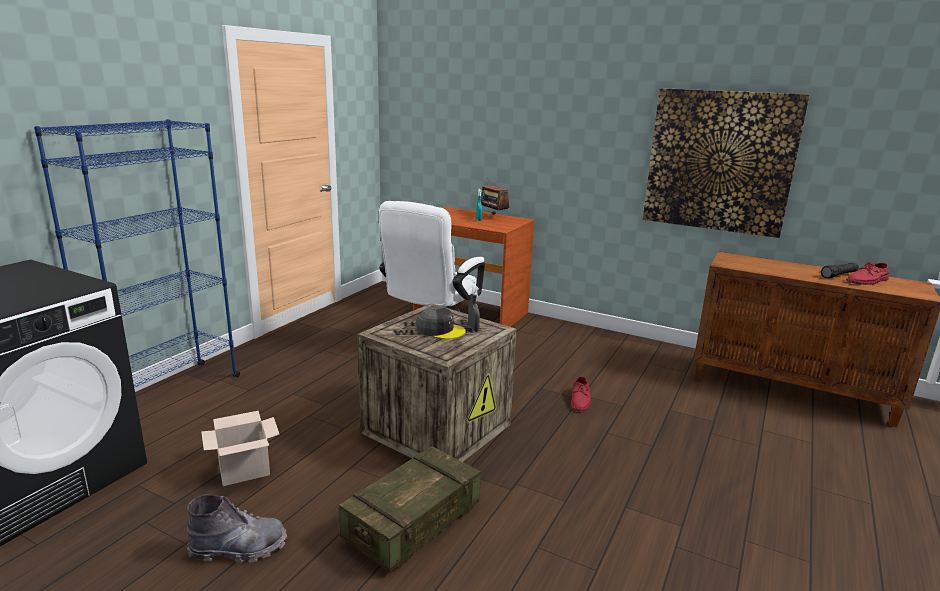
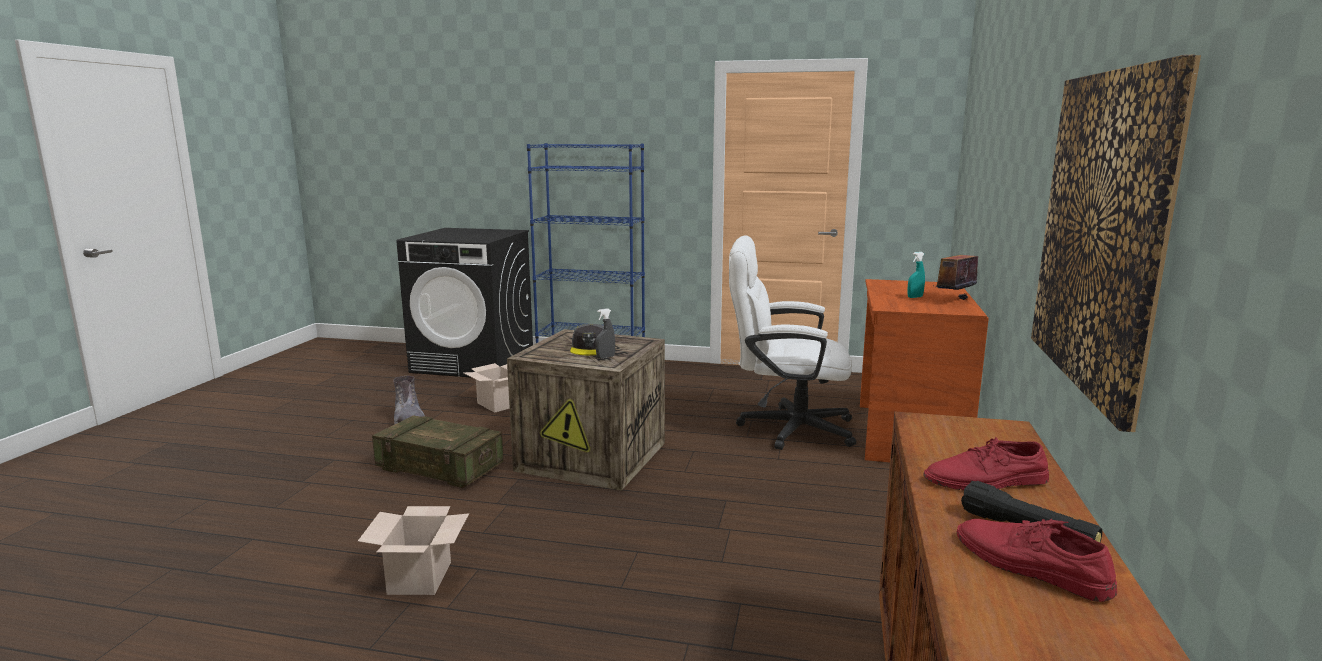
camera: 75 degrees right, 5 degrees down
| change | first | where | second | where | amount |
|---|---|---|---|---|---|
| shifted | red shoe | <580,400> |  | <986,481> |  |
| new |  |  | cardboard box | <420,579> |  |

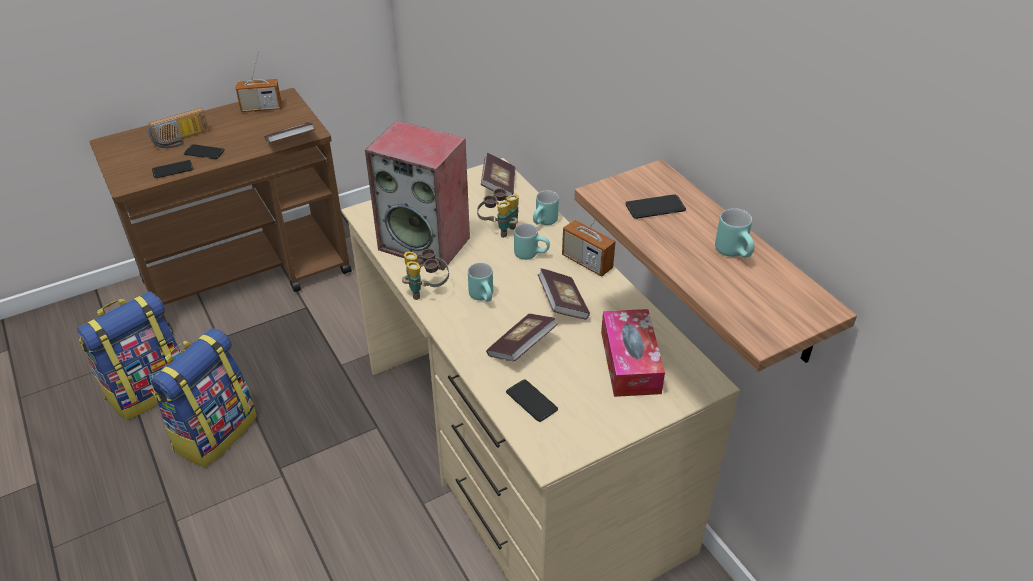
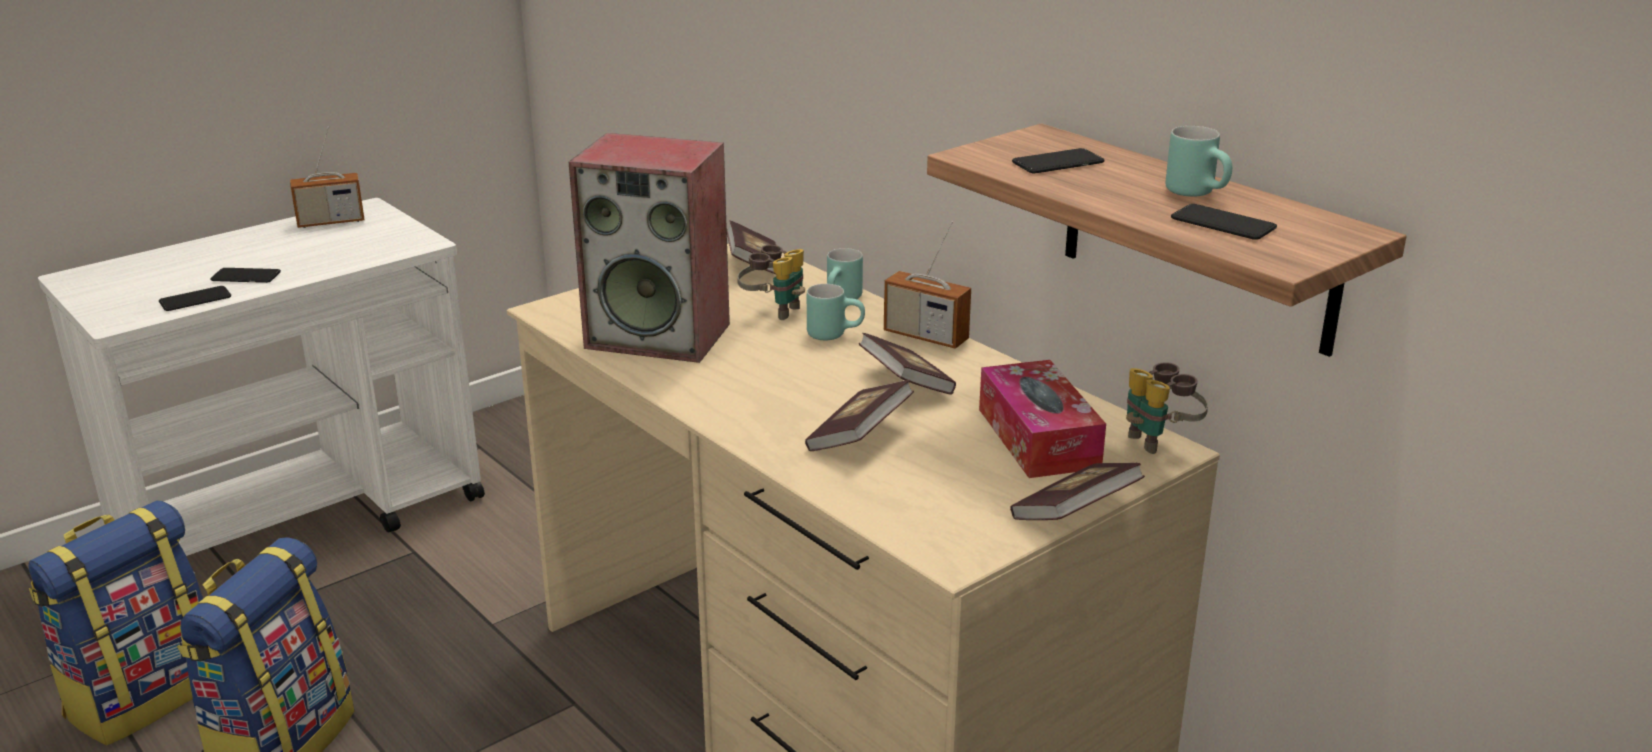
camera: 10 degrees left, 15 degrees down
| change | first | where | second | where | amount |
|---|---|---|---|---|---|
| repainted | brown cart | <249,276> | white cart | <303,520> |  |
| gone | radio | <182,140> |  |  |  |
| shifted | book | <291,142> |  | <1074,514> |  |
| shifted | binoculars | <426,290> |  | <1159,440> |  |
| gone | turquoise mug | <484,297> |  |  |  |
| shifted | phone | <531,401> |  | <1223,224> |  |

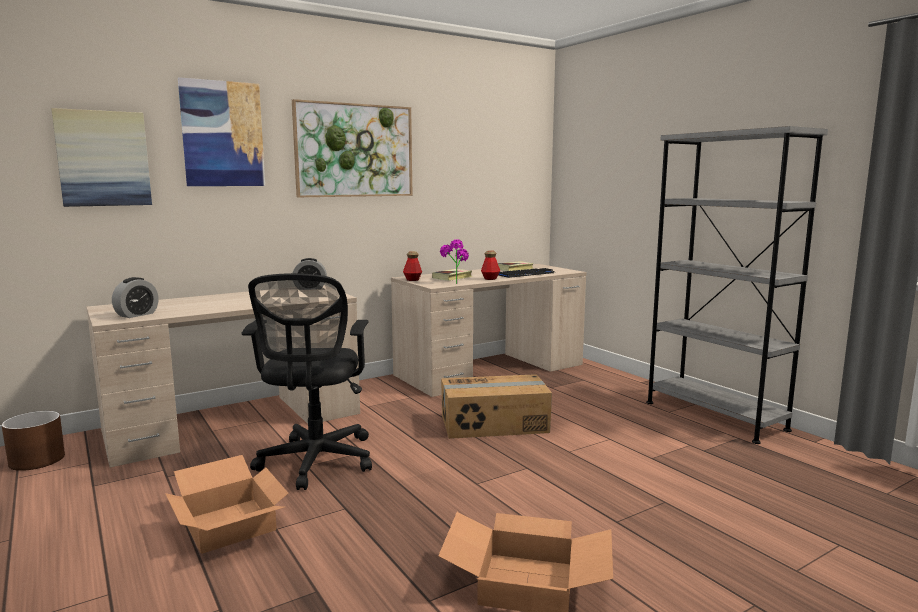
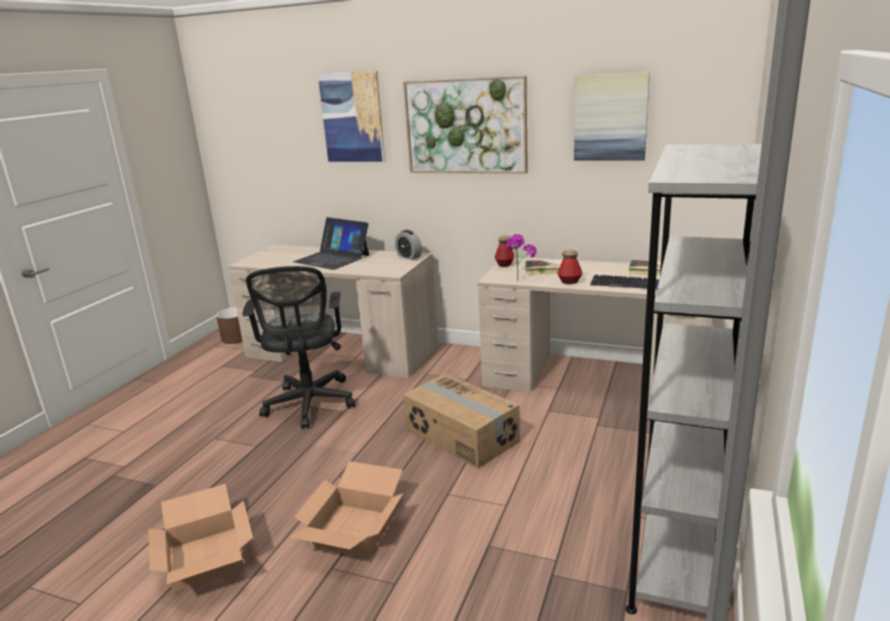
camera: 55 degrees right, 10 degrees up
| change | first | where | second | where | amount |
|---|---|---|---|---|---|
| shifted | picture | <103,159> |  | <610,117> |  |
| gone | alarm clock | <137,315> |  |  |  |
| shifted | cardboard box | <231,524> |  | <353,530> |  |
| rotated | black office chair | <315,463> |  | <309,405> | 60 degrees counterclockwise |
| new |  |  | laptop | <332,258> |  |

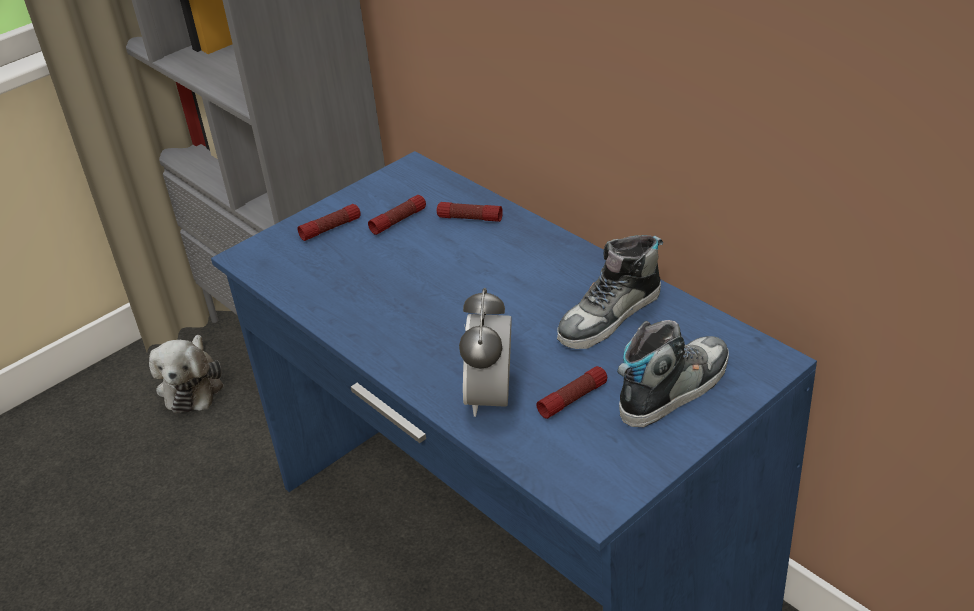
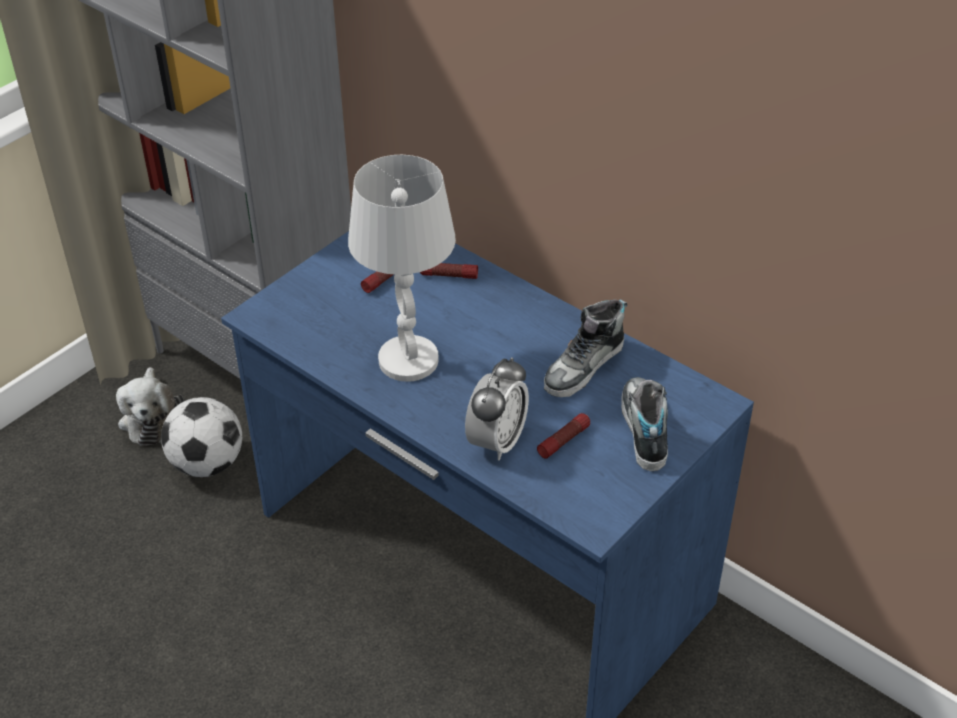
camera: 10 degrees left, 5 degrees up
| change | first | where | second | where | amount |
|---|---|---|---|---|---|
| gone | flashlight | <330,228> |  |  |  |
| rotated | alarm clock | <491,397> |  | <497,441> | 150 degrees counterclockwise |
| rotated | shoe | <674,388> |  | <644,429> | 45 degrees counterclockwise |
| new |  |  | football | <207,464> |  |
| new |  |  | white table lamp | <409,360> |  |

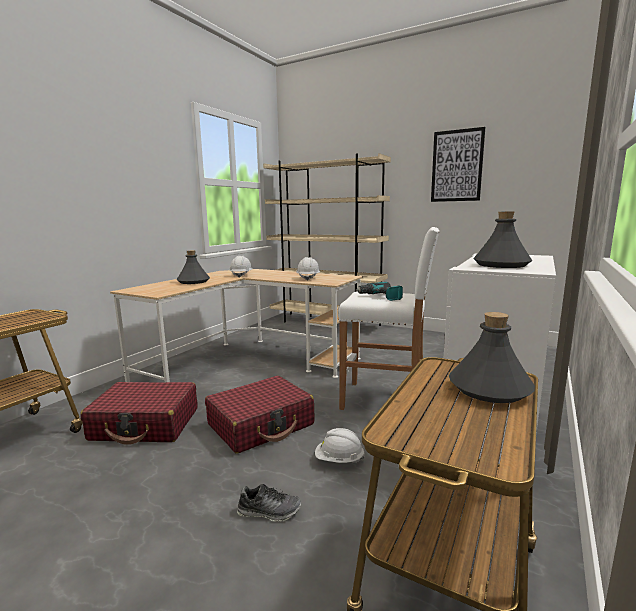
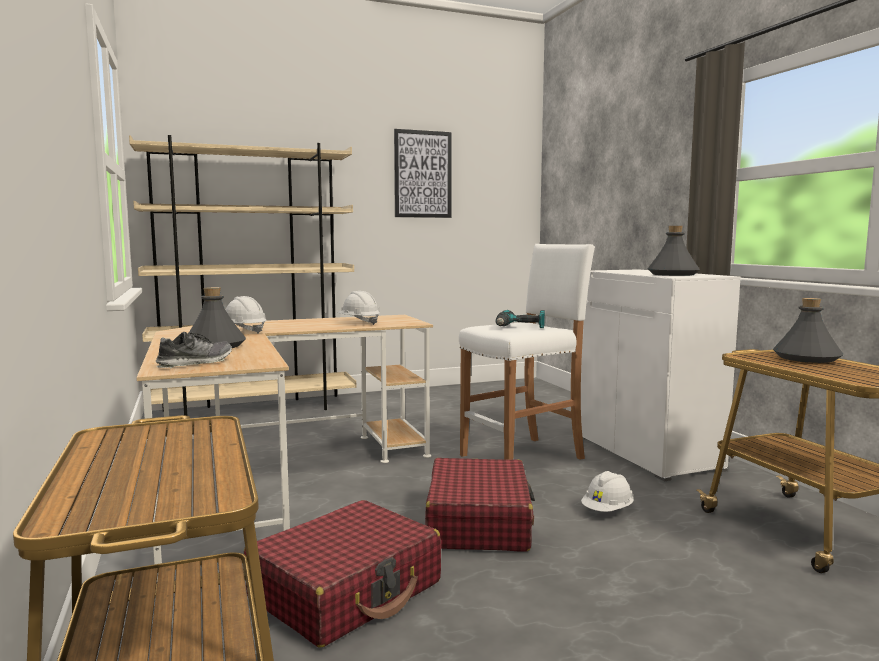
camera: 50 degrees left, 5 degrees down
| change | first | where | second | where | amount |
|---|---|---|---|---|---|
| shifted | shoe | <269,511> |  | <195,363> |  |

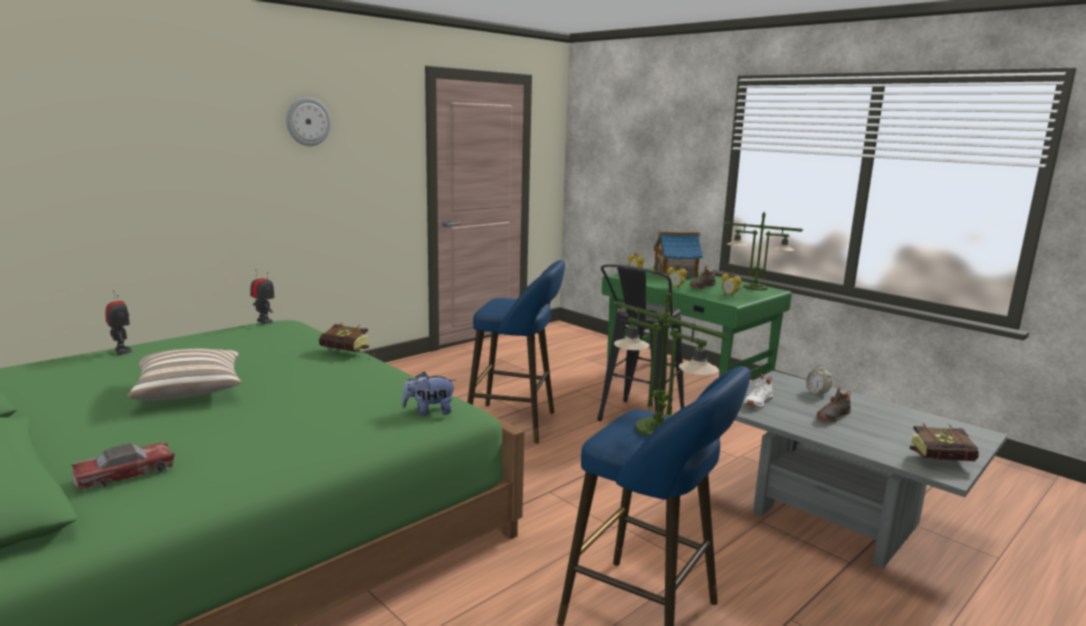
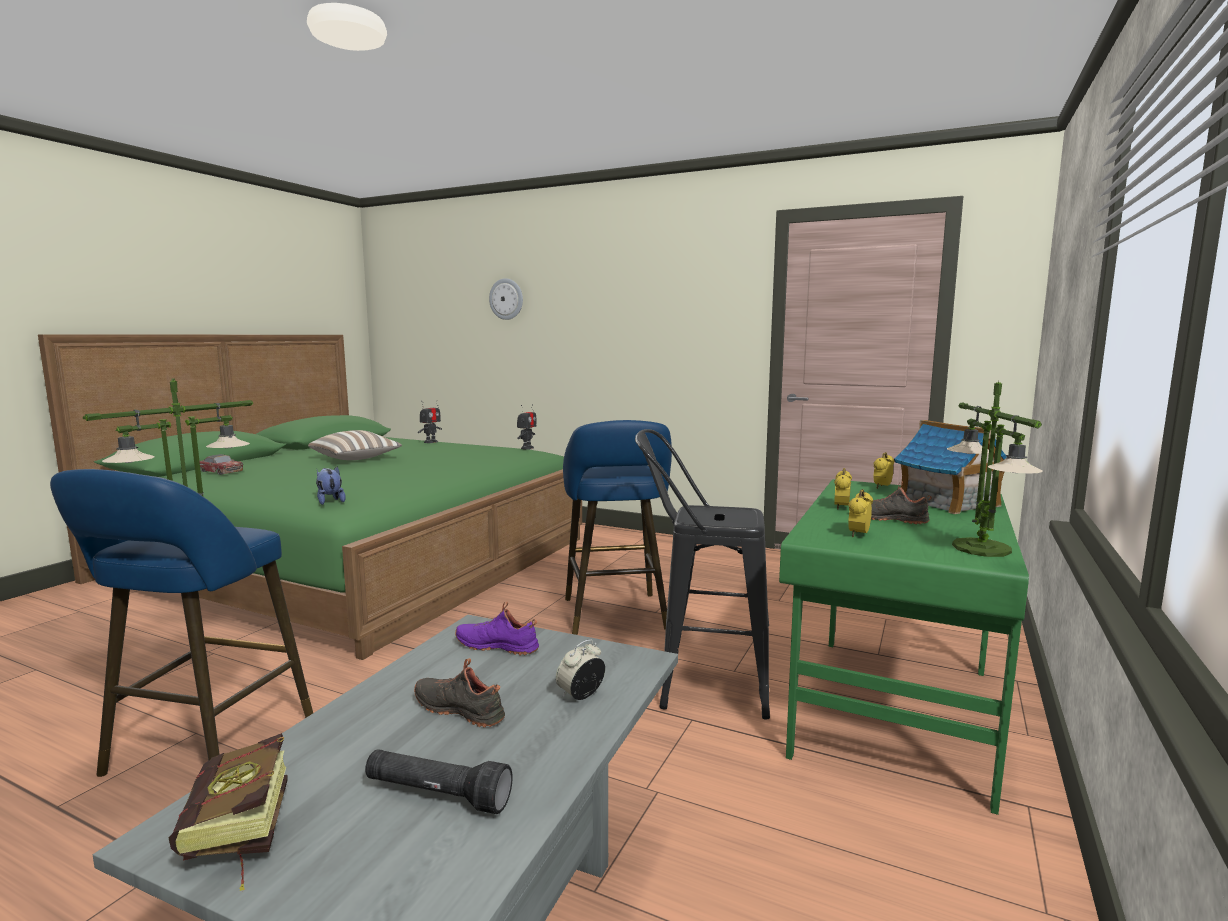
camera: 70 degrees right, 5 degrees down
| change | first | where | second | where | amount |
|---|---|---|---|---|---|
| shifted | wall clock | <308,121> |  | <506,299> |  |
| gone | book | <349,353> |  |  |  |
| repainted | white shoe | <757,402> | purple shoe | <498,645> |  |
| new |  |  | black flashlight | <437,795> |  |

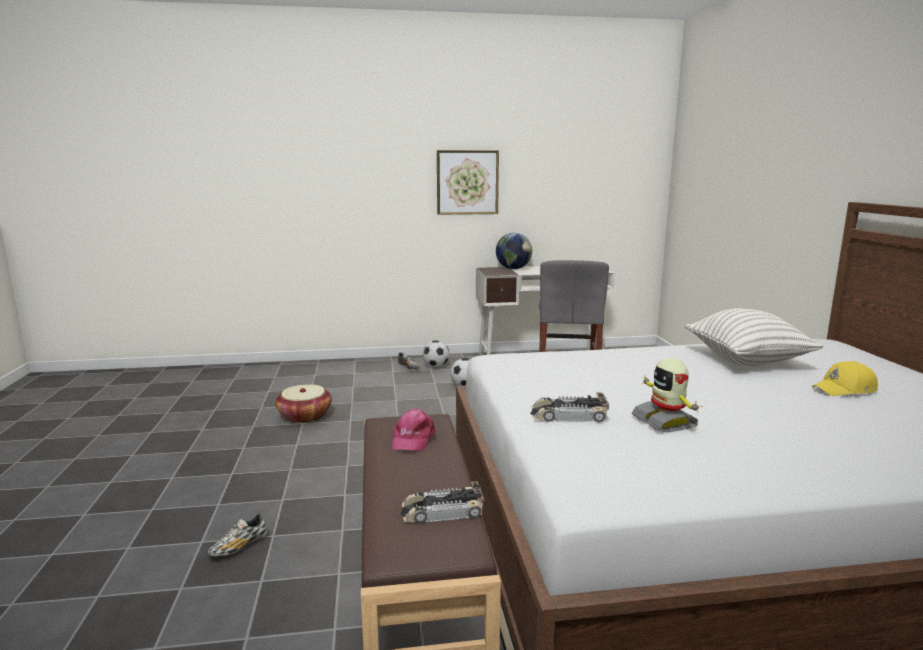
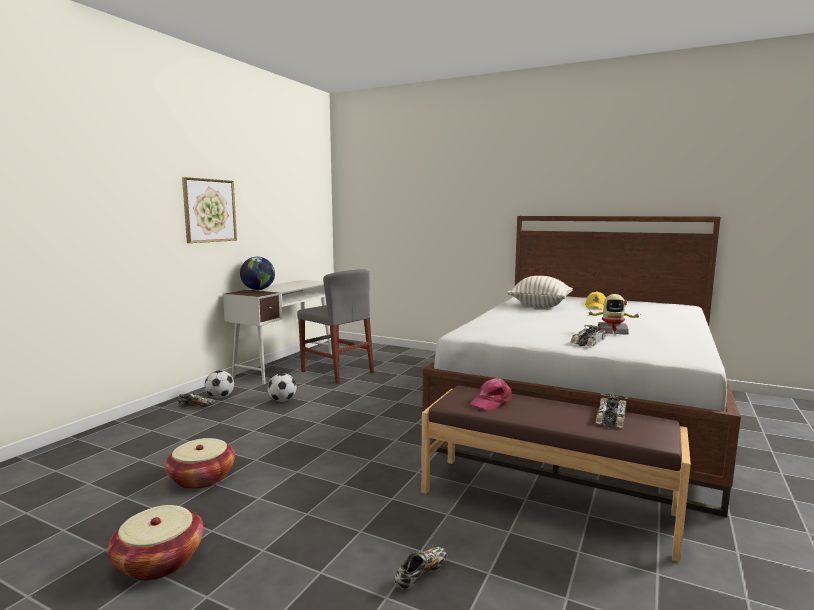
camera: 55 degrees left, 5 degrees down
| change | first | where | second | where | amount |
|---|---|---|---|---|---|
| rotated | shoe | <239,547> |  | <421,574> | 120 degrees counterclockwise |
| rotated | pink cap | <412,438> |  | <491,401> | 90 degrees clockwise |
| new |  |  | basket | <159,561> |  |

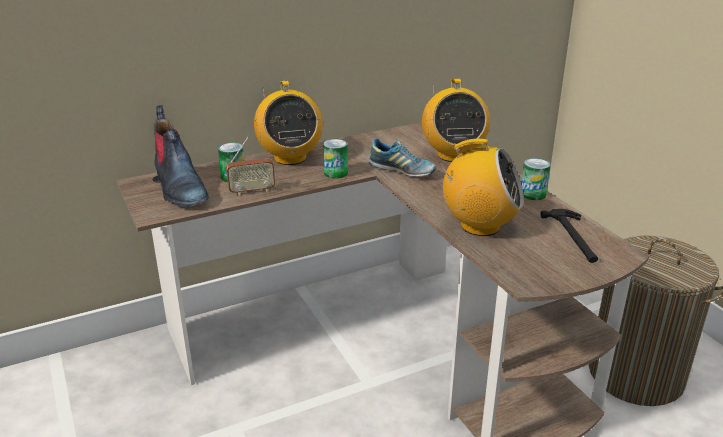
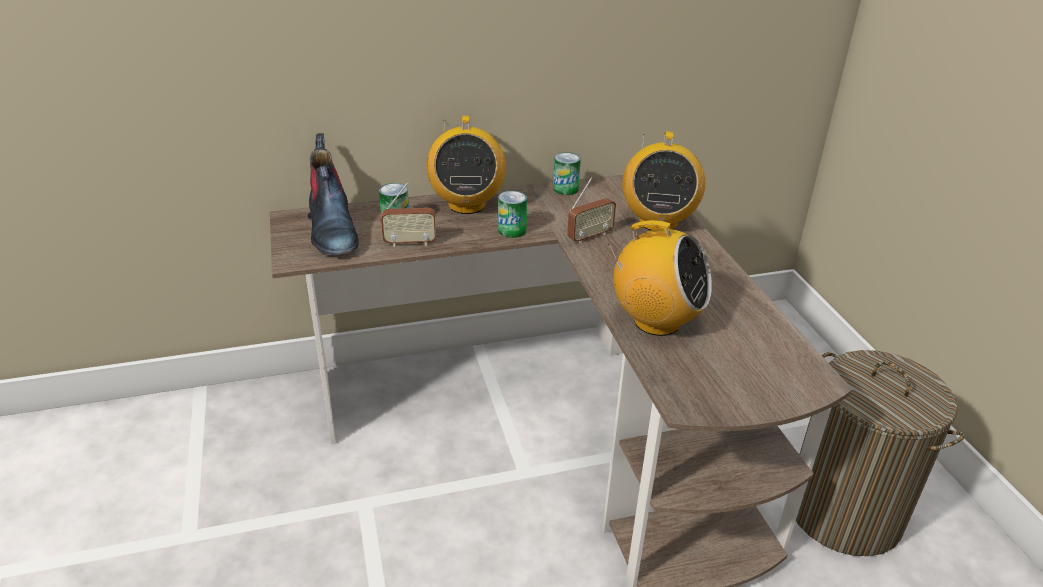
camera: 10 degrees right, 5 degrees up
| change | first | where | second | where | amount |
|---|---|---|---|---|---|
| swapped | shoe | <402,171> | radio | <589,236> |  |
| shifted | can | <533,194> |  | <565,189> |  |
| gone | hammer | <574,237> |  |  |  |

